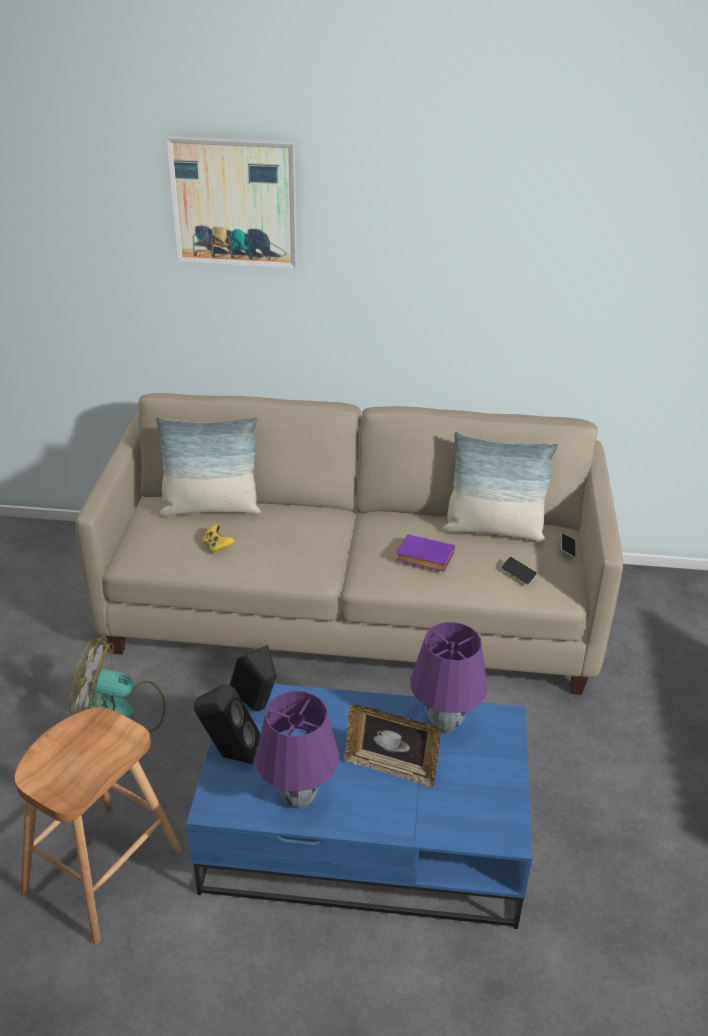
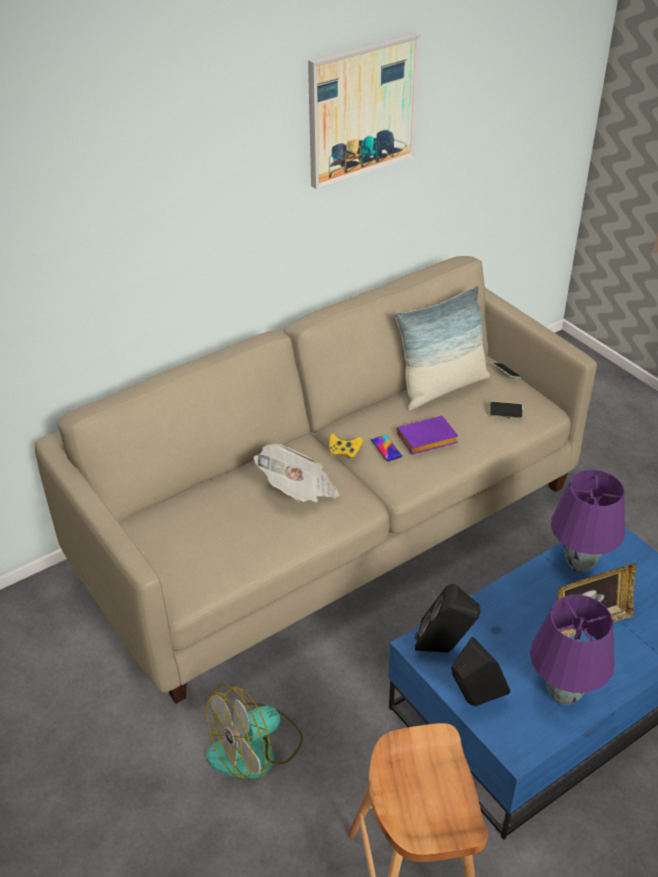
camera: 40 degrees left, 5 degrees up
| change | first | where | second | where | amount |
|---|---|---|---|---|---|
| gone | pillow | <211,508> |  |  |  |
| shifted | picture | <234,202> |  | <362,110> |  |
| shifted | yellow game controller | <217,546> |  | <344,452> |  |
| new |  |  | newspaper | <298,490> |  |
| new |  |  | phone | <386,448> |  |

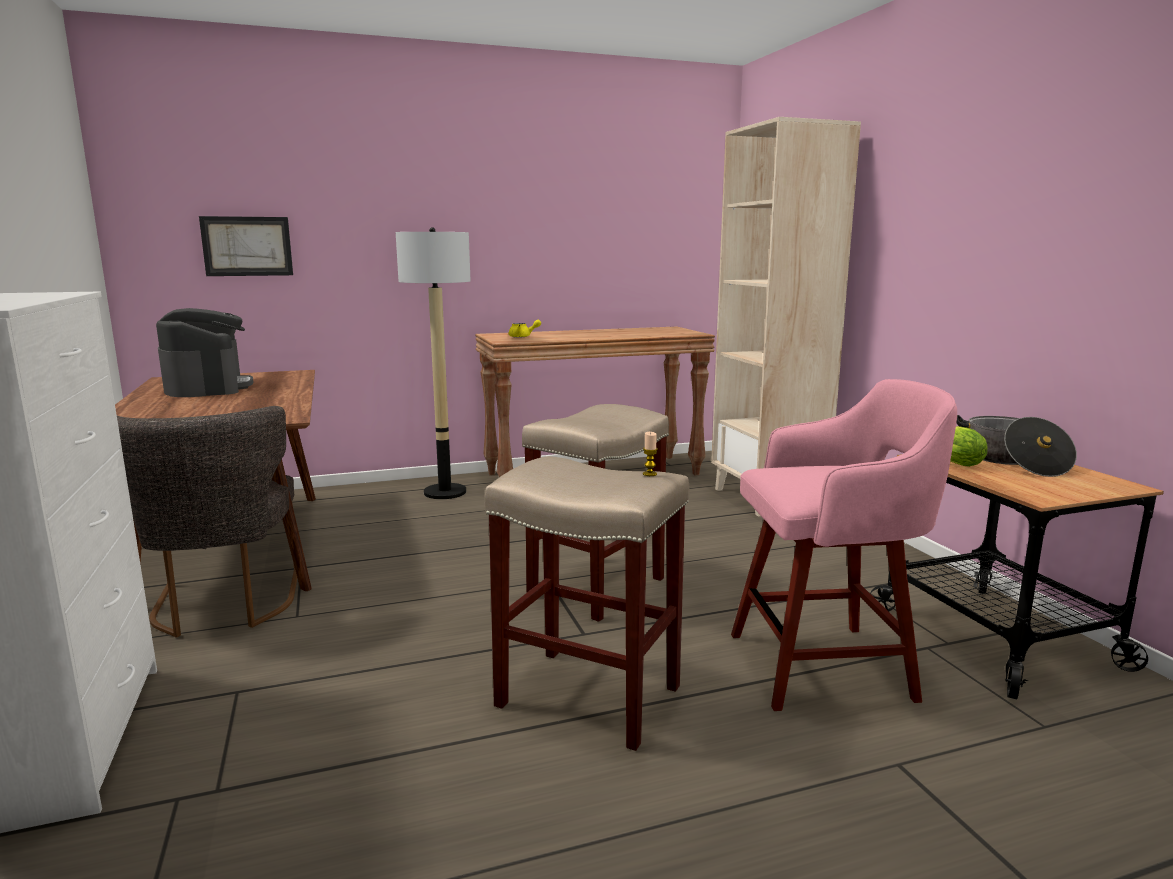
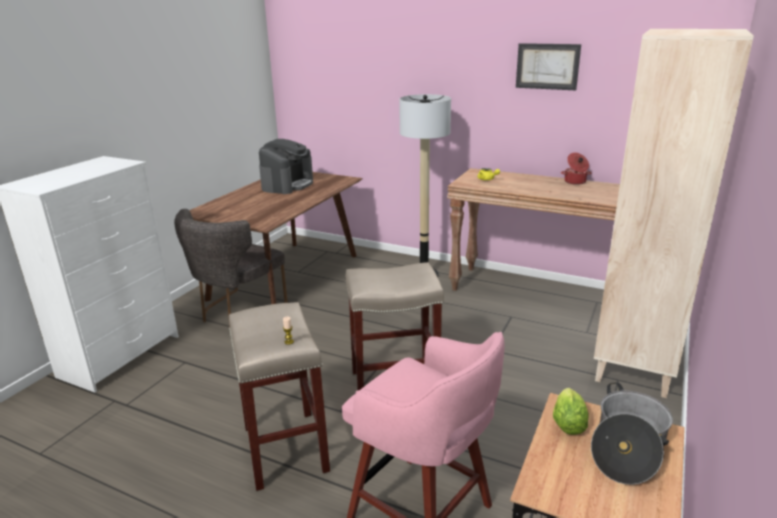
camera: 45 degrees right, 10 degrees up
| change | first | where | second | where | amount |
|---|---|---|---|---|---|
| shifted | picture | <247,246> |  | <547,66> |  |
| new |  |  | cooking pot | <575,182> |  |

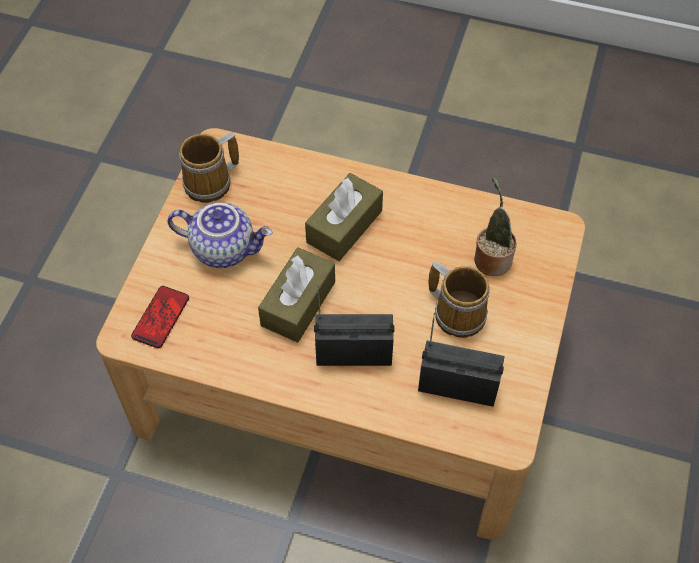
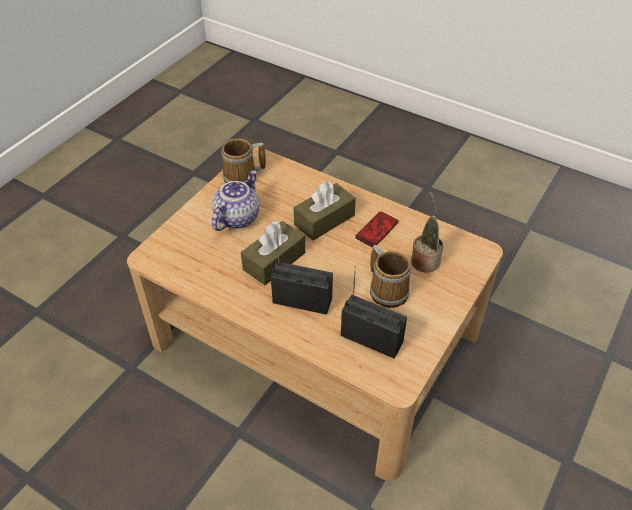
camera: 15 degrees right, 10 degrees down
| change | first | where | second | where | amount |
|---|---|---|---|---|---|
| shifted | phone | <160,317> |  | <377,230> |  |
| rotated | teapot | <224,248> |  | <236,217> | 90 degrees counterclockwise |

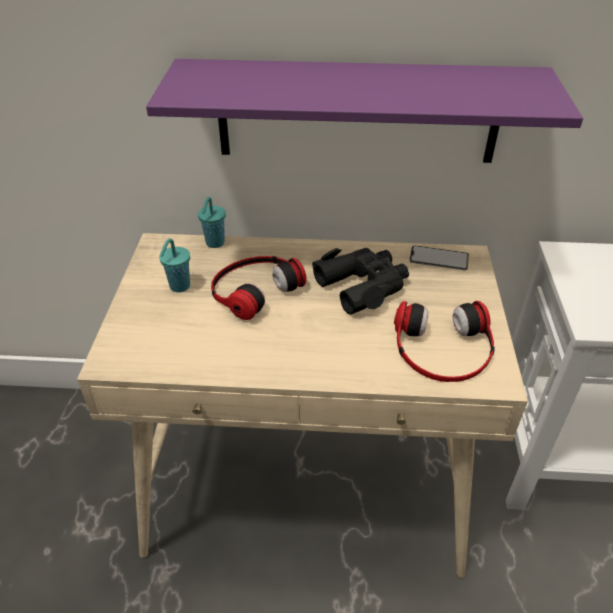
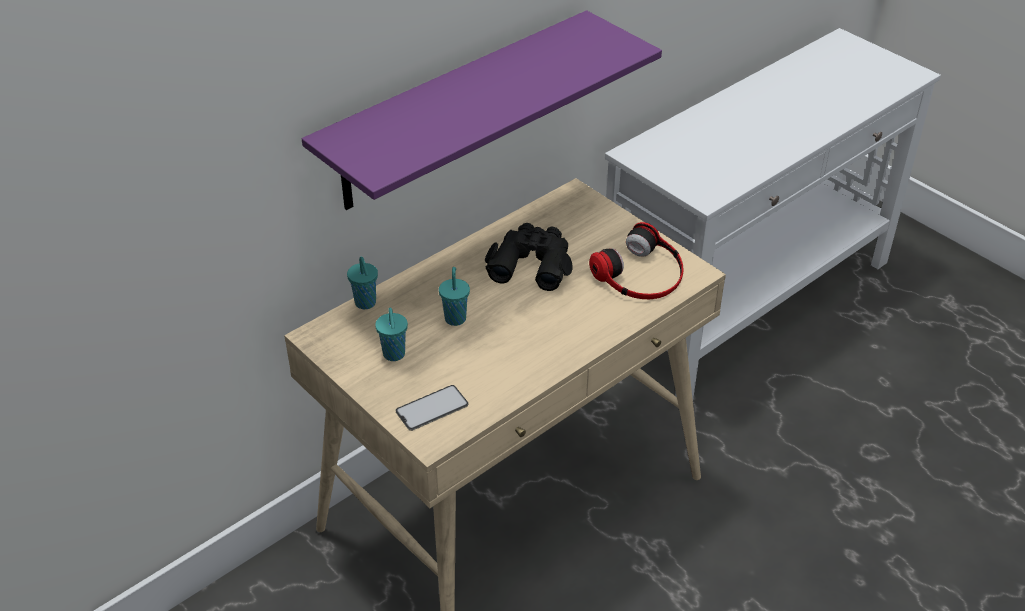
camera: 45 degrees left, 0 degrees up
| change | first | where | second | where | amount |
|---|---|---|---|---|---|
| swapped | headphones | <253,288> | turquoise cup | <455,318> |  |
| shifted | phone | <439,258> |  | <432,408> |  |

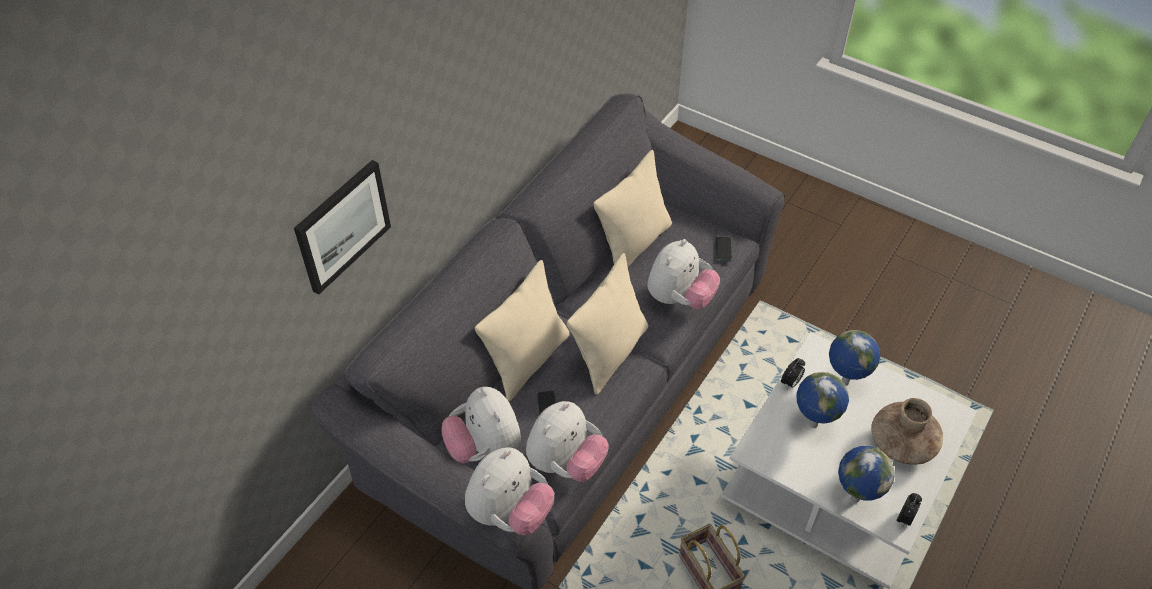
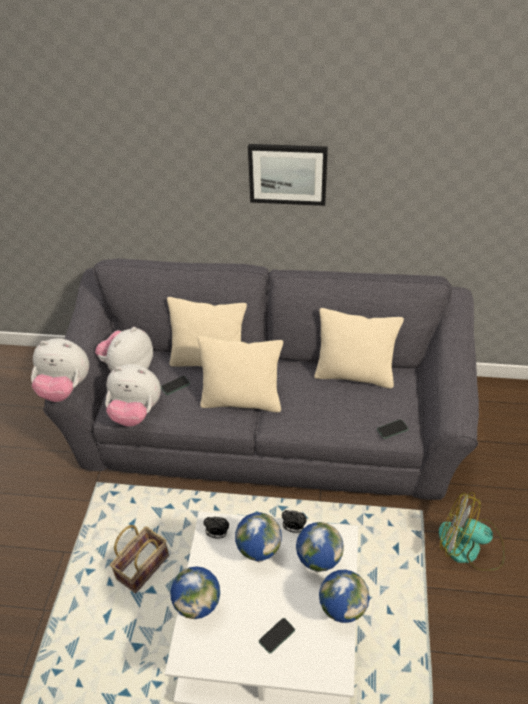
camera: 65 degrees right, 5 degrees down
| change | first | where | second | where | amount |
|---|---|---|---|---|---|
| shifted | picture | <342,225> |  | <287,174> |  |
| gone | plush toy | <679,298> |  |  |  |
| swapped | brown vase | <902,443> | phone | <277,636> |  |
| shifted | alarm clock | <905,518> |  | <217,534> |  |
| new |  |  | globe | <341,616> |  |
| new |  |  | fan | <469,547> |  |

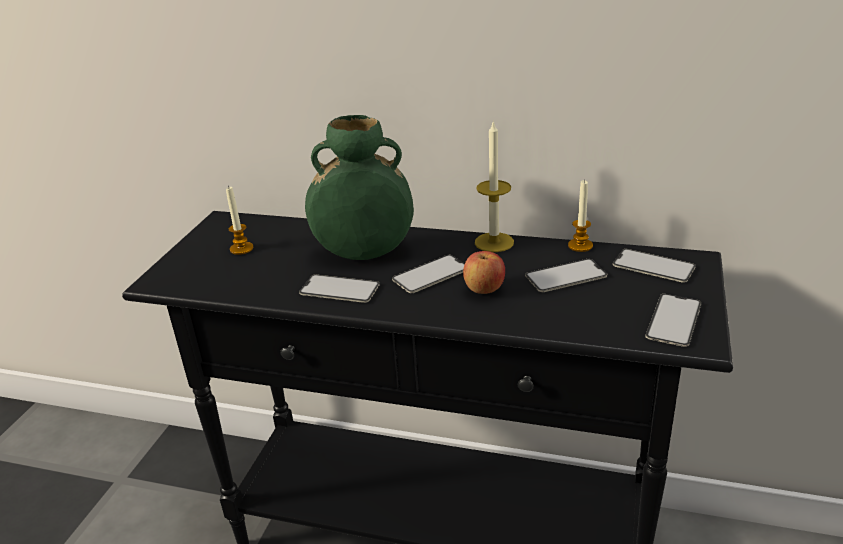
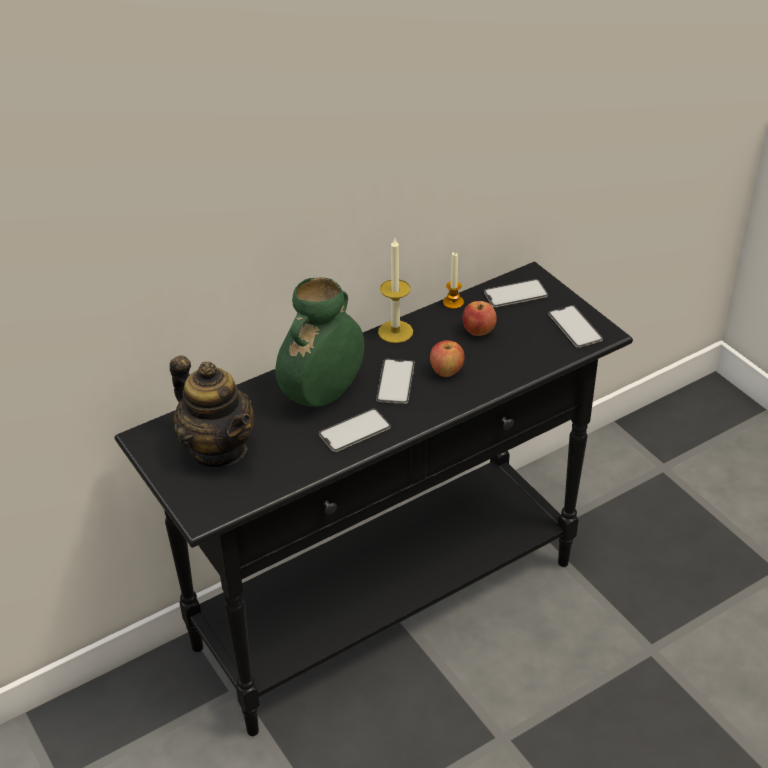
camera: 50 degrees left, 10 degrees up
| change | first | where | second | where | amount |
|---|---|---|---|---|---|
| swapped | candle | <241,249> | teapot | <218,449> |  |
| swapped | phone | <566,276> | apple | <478,331> |  |

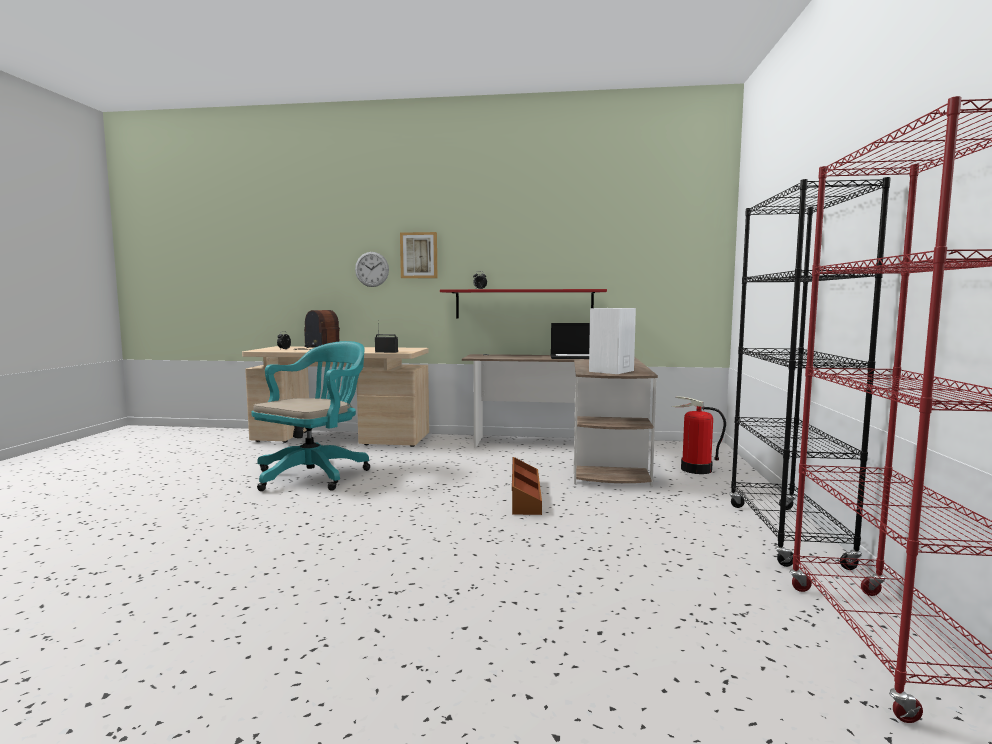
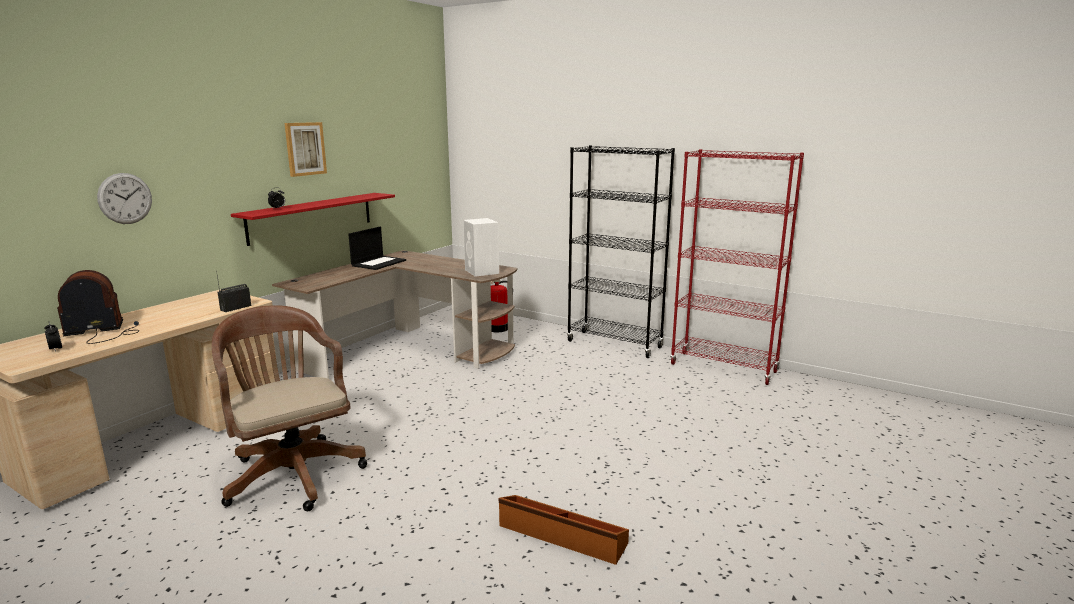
camera: 65 degrees left, 10 degrees up
| change | first | where | second | where | amount |
|---|---|---|---|---|---|
| repainted | turquoise office chair | <316,474> | brown office chair | <292,472> |  |
| shifted | picture | <419,255> |  | <305,149> |  |
| shifted | brown storage box | <524,496> |  | <561,535> |  |

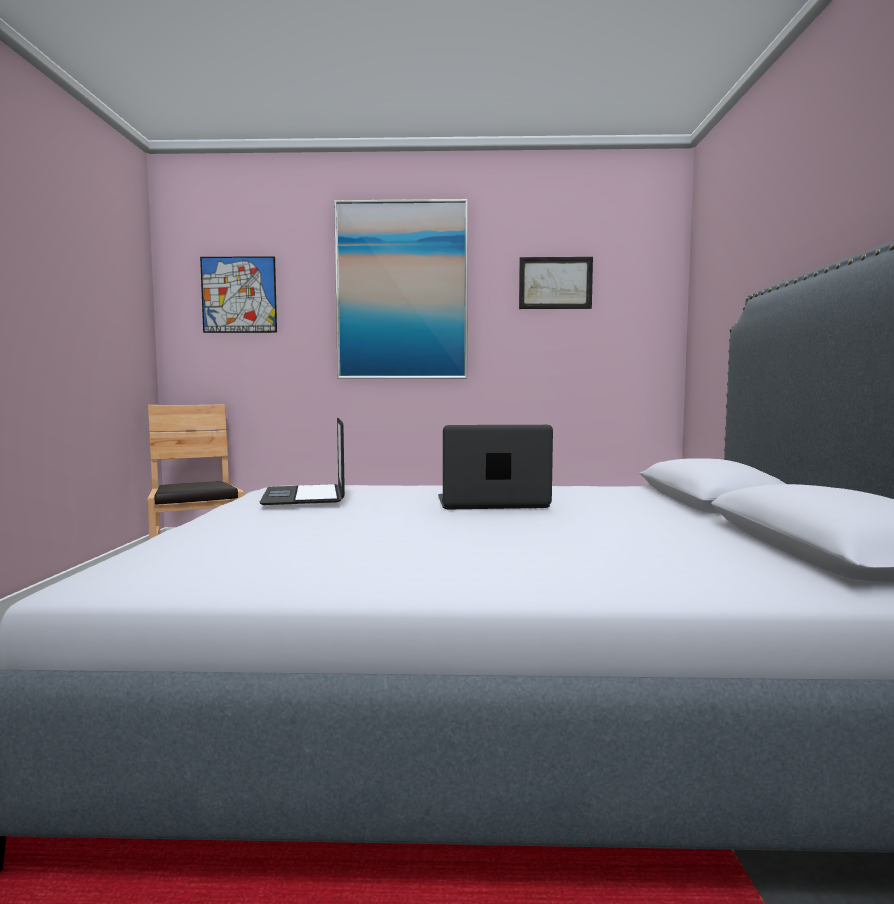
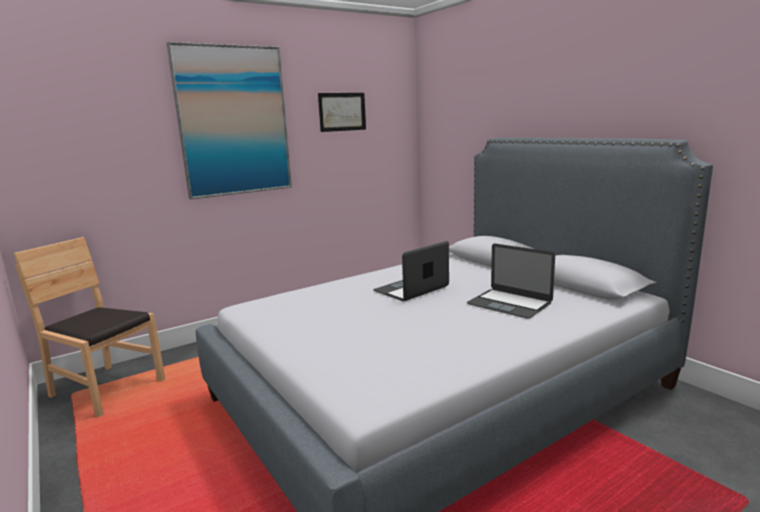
camera: 35 degrees left, 10 degrees up
| change | first | where | second | where | amount |
|---|---|---|---|---|---|
| gone | picture | <239,295> |  |  |  |
| shifted | laptop | <304,495> |  | <509,303> |  |

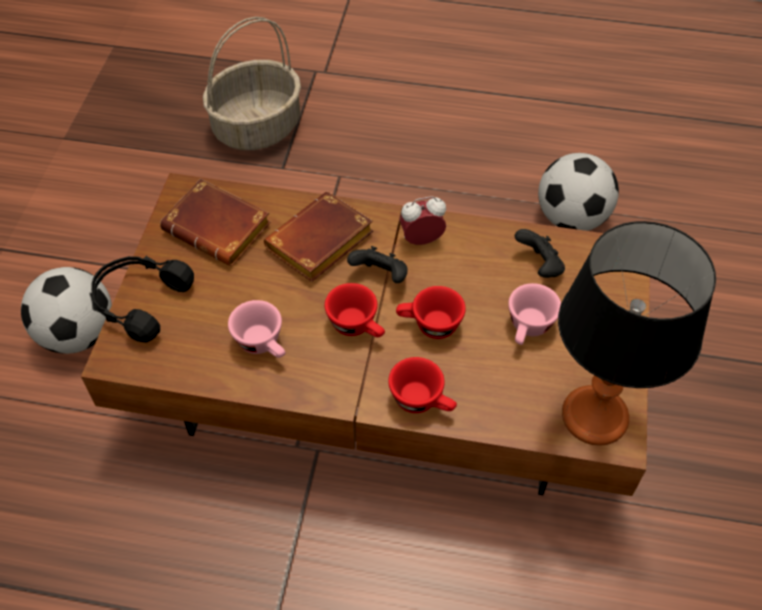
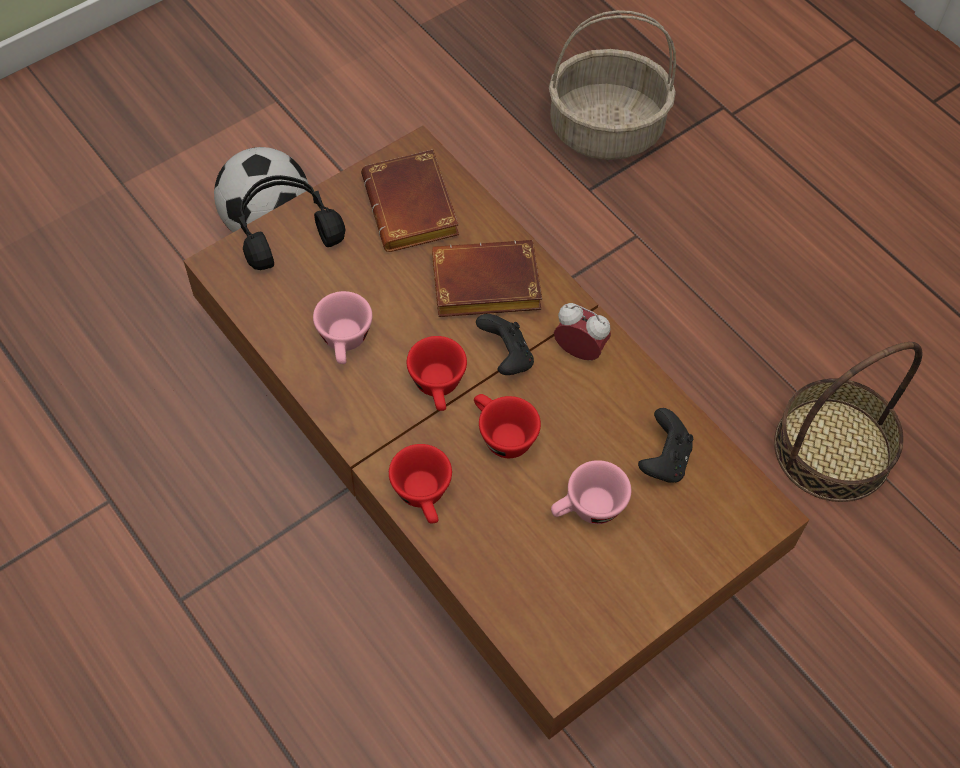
camera: 40 degrees right, 5 degrees up
| change | first | where | second | where | amount |
|---|---|---|---|---|---|
| swapped | football | <571,218> | basket | <832,449> |  |
| gone | table lamp | <595,416> |  |  |  |

